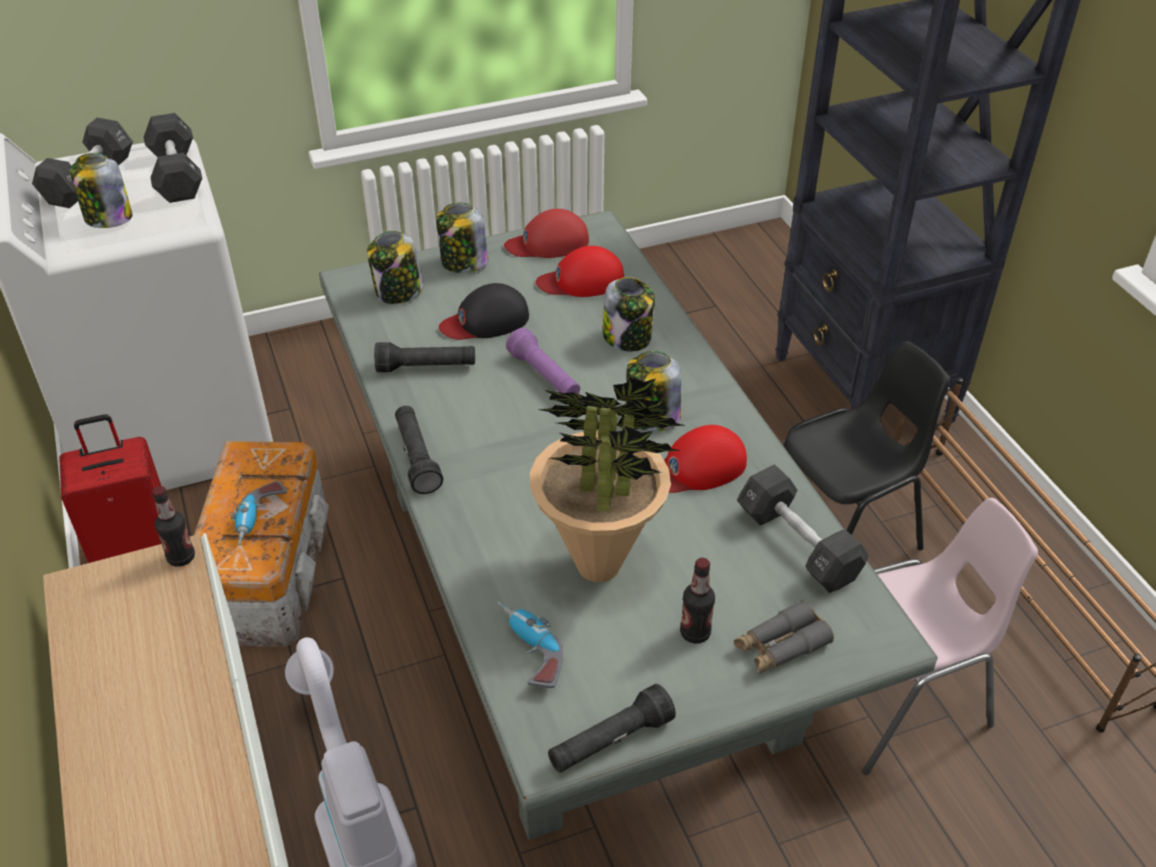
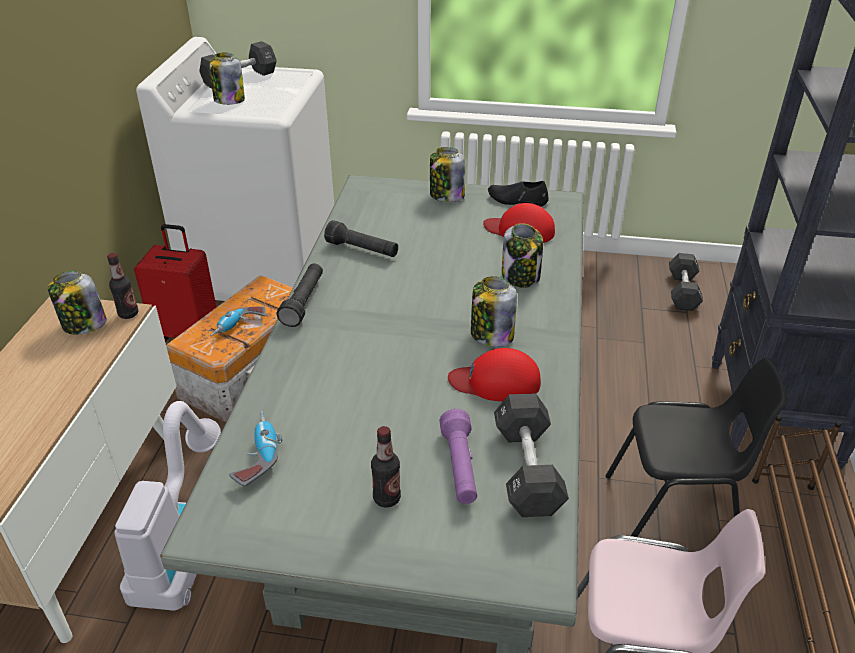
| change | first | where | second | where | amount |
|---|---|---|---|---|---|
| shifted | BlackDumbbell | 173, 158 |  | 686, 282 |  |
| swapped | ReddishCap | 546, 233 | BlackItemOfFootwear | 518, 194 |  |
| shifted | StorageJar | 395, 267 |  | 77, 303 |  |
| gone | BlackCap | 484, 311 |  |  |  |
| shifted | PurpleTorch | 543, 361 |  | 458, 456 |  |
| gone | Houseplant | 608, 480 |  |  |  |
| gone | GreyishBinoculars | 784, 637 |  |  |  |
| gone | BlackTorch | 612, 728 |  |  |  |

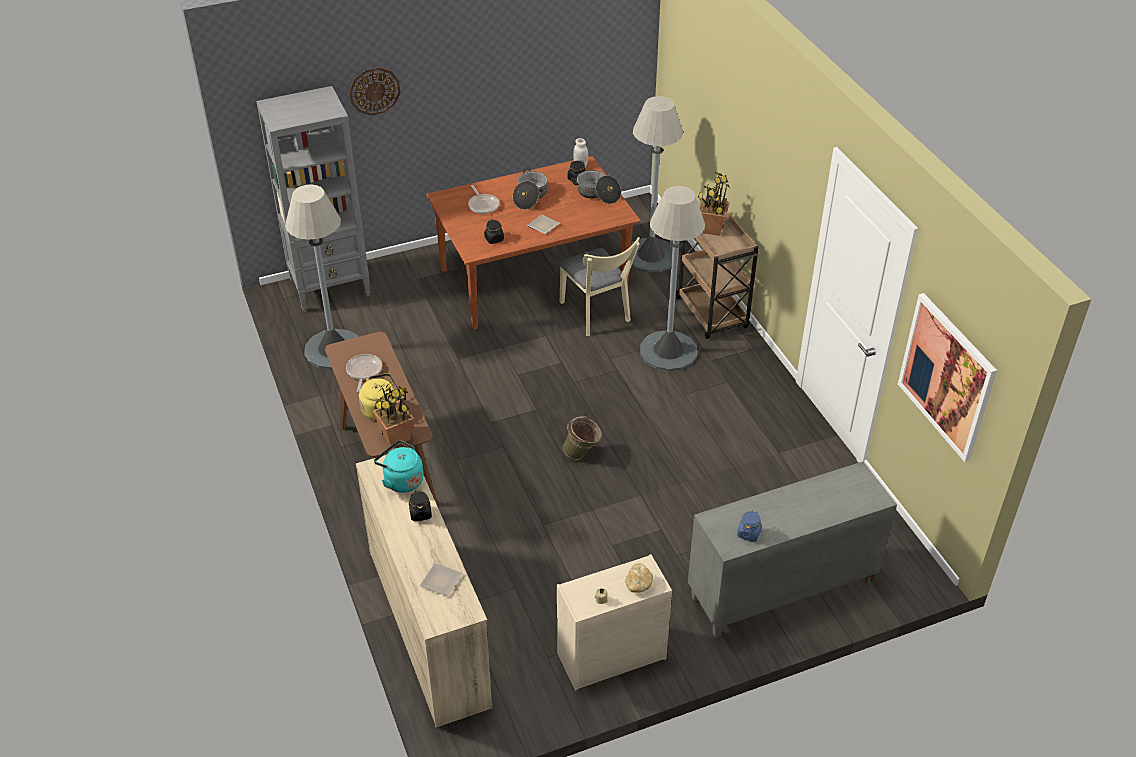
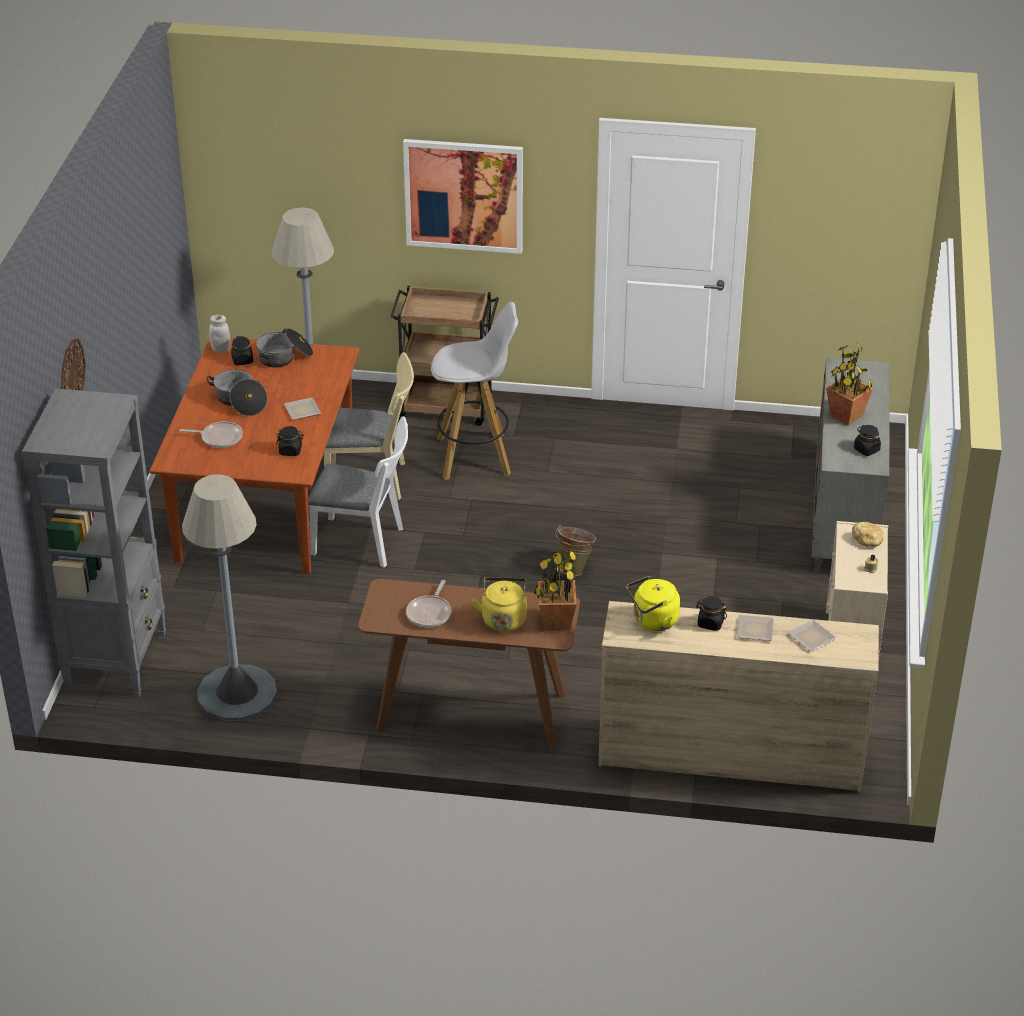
| change | first | where | second | where | amount |
|---|---|---|---|---|---|
| shifted | Houseplant | 714, 204 |  | 849, 384 |  |
| swapped | GreyishStandingLamp | 672, 278 | WhiteSittingStool | 474, 391 |  |
| shifted | Picture | 947, 377 |  | 463, 196 |  |
| rotated | Pan | 364, 373 |  | 429, 604 | 105 degrees counterclockwise |
| repainted | TurquoiseColouredTeaKettle | 399, 466 | YellowColouredTeaKettle | 653, 603 |  |
| repainted | BluishStorageJar | 749, 526 | BlackStorageJar | 867, 440 |  |
| new |  |  | WhitePlainChair | 358, 491 |  |
| new |  |  | Plate | 755, 628 |  |

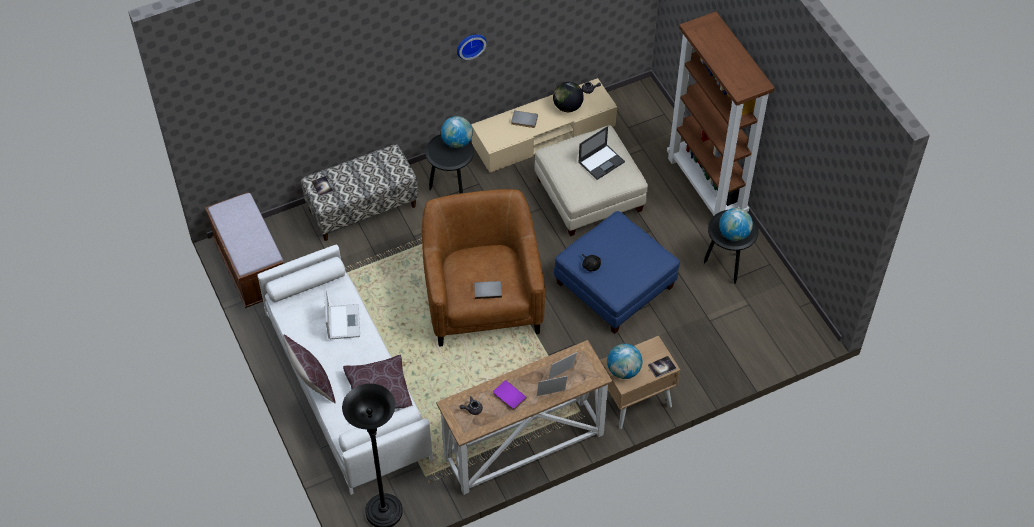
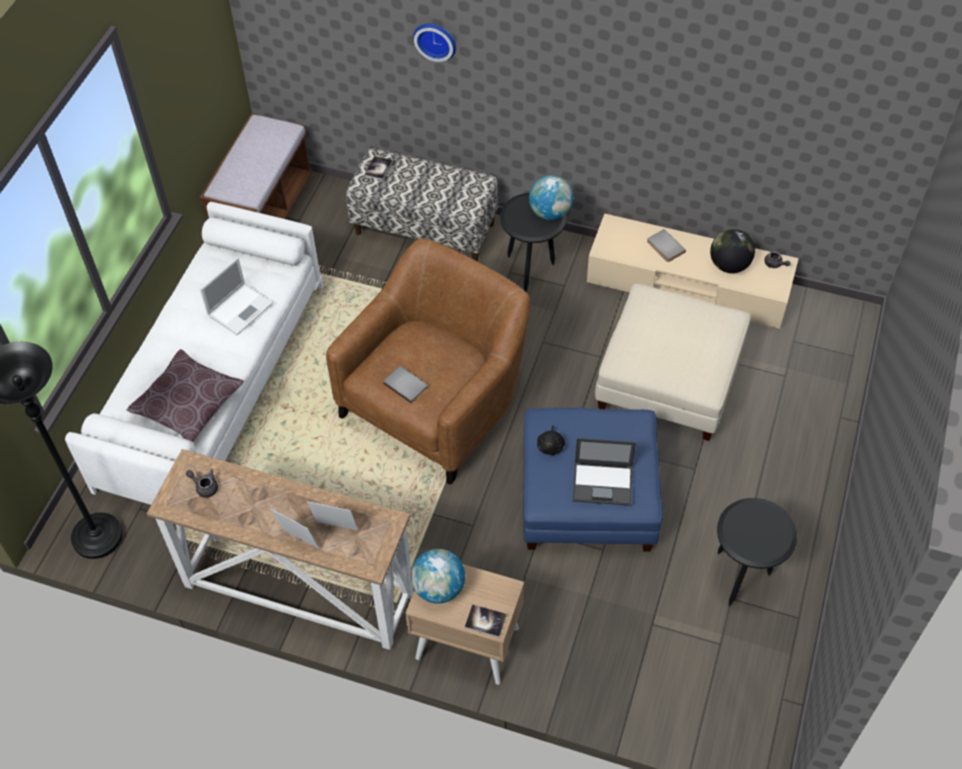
| change | first | where | second | where | amount |
|---|---|---|---|---|---|
| gone | BrownColouredBookcase | 721, 114 |  |  |  |
| shifted | ClockOnTheWall | 471, 47 |  | 434, 43 |  |
| shifted | PortableComputer | 602, 153 |  | 604, 472 |  |
| gone | Globe | 736, 224 |  |  |  |
| gone | BrownColouredPillow | 309, 368 |  |  |  |
| gone | PurpleVolume | 510, 395 |  |  |  |

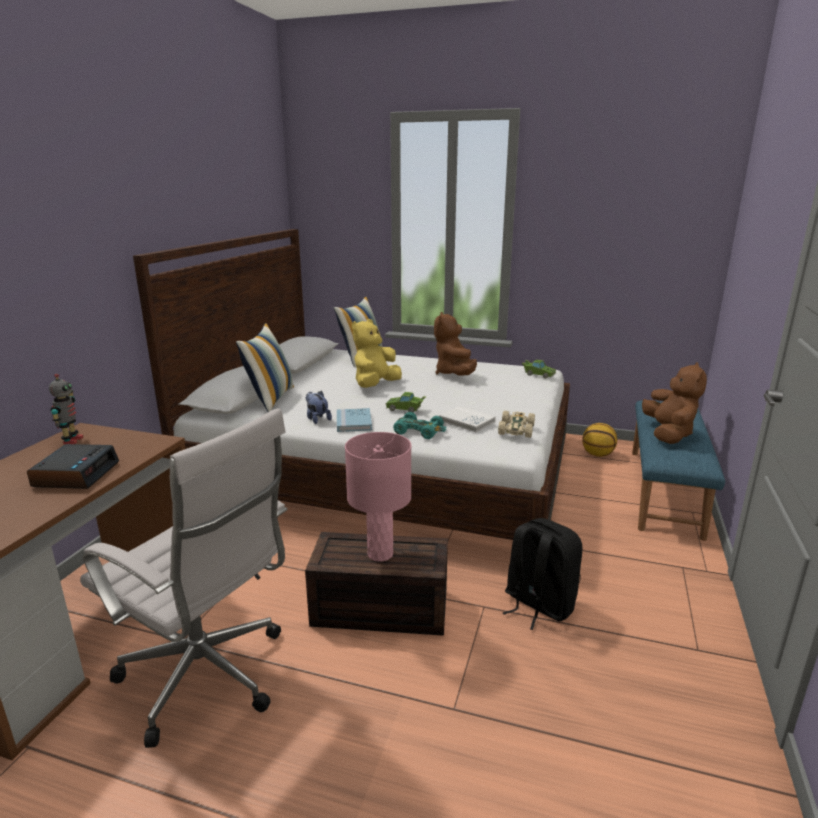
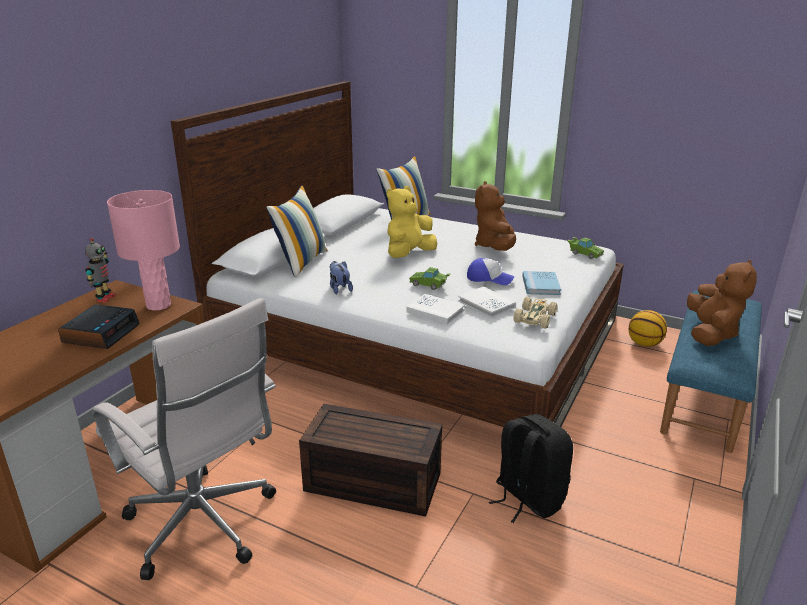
| change | first | where | second | where | amount |
|---|---|---|---|---|---|
| shifted | BluishVolume | 354, 420 |  | 542, 283 |  |
| swapped | TurquoiseColouredToyCar | 420, 425 | WhiteVolume | 435, 309 |  |
| shifted | PinkLampForATable | 378, 497 |  | 143, 250 |  |
| new |  |  | Cap | 490, 271 |  |

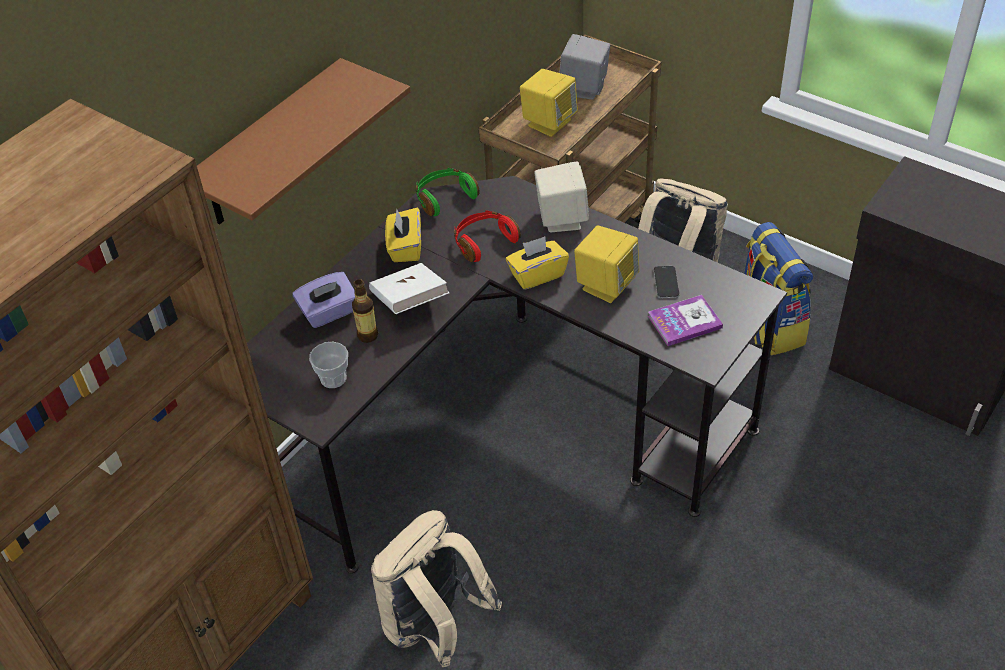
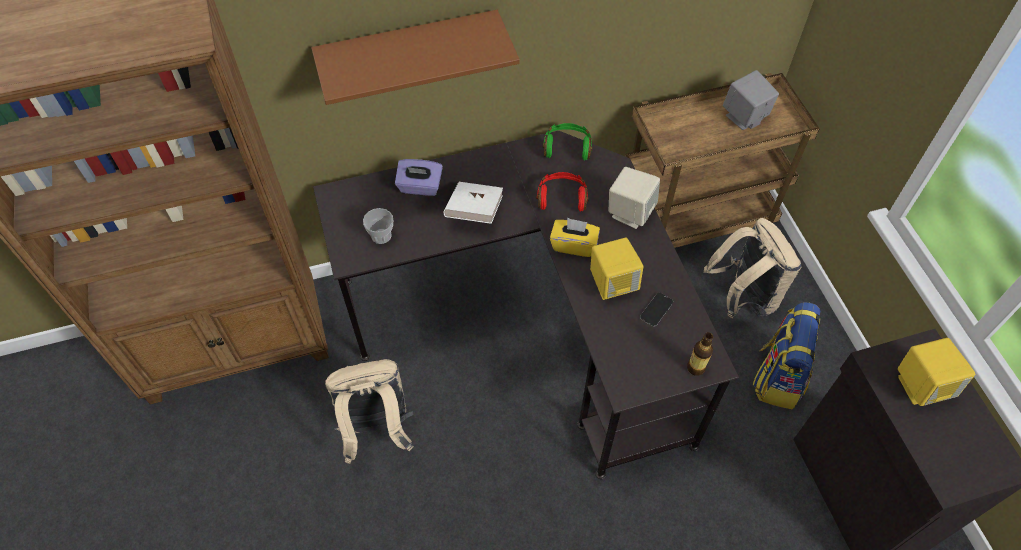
| change | first | where | second | where | amount |
|---|---|---|---|---|---|
| shifted | YellowColouredSpeaker | 549, 103 |  | 937, 372 |  |
| gone | YellowColouredTissueHolder | 403, 235 |  |  |  |
| shifted | BeverageBottle | 365, 311 |  | 700, 354 |  |
| gone | Volume | 685, 320 |  |  |  |

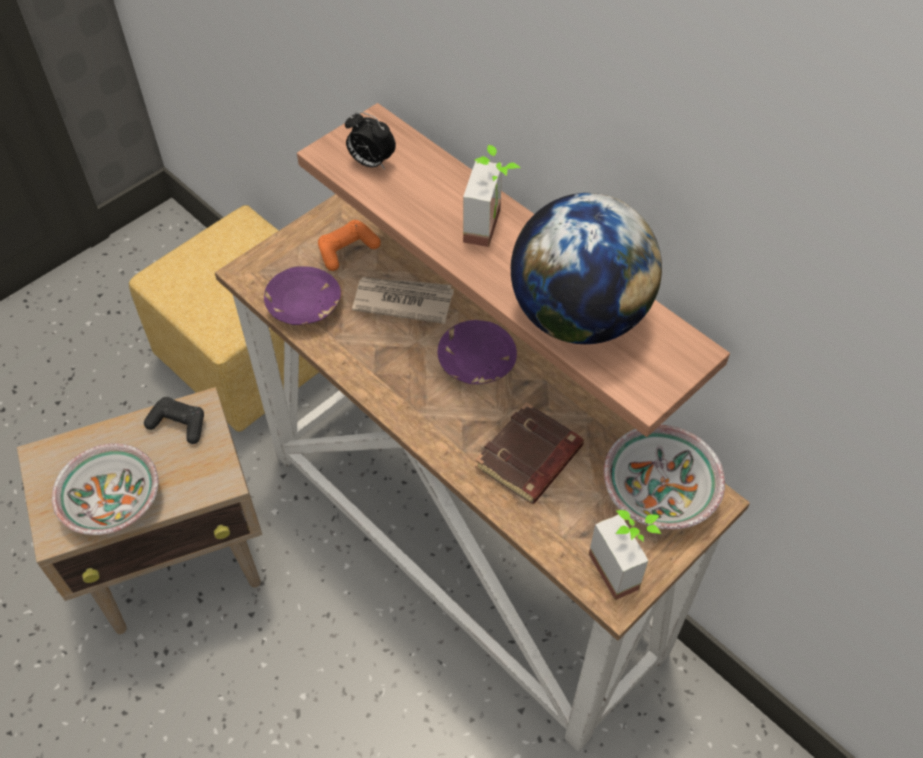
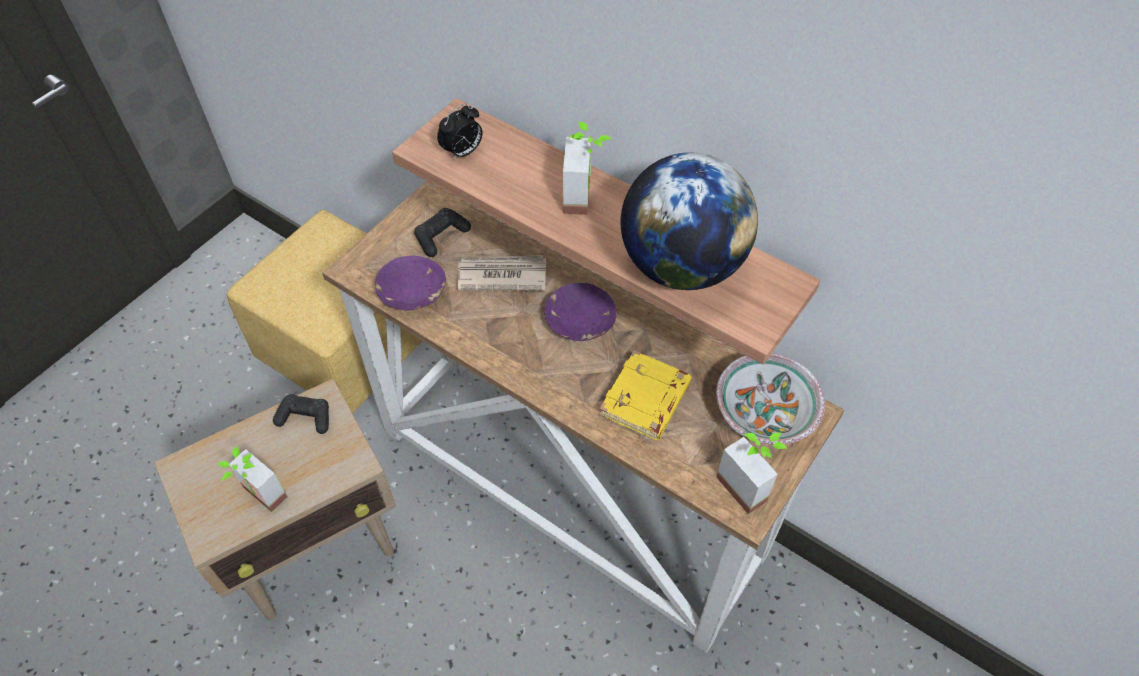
| change | first | where | second | where | amount |
|---|---|---|---|---|---|
| rotated | TableClock | 370, 140 |  | 460, 131 | 60 degrees counterclockwise |
| repainted | OrangeGamepad | 349, 245 | BlackGamepad | 442, 232 |  |
| repainted | BrownColouredVolume | 529, 453 | YellowColouredVolume | 645, 395 |  |
| swapped | DeepDish | 105, 489 | Houseplant | 252, 479 |  |

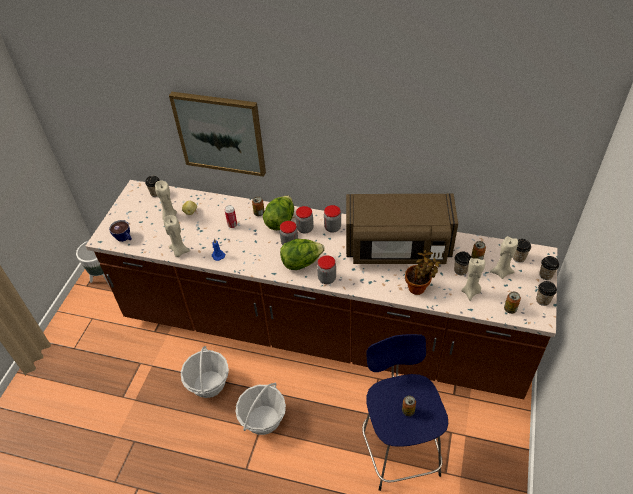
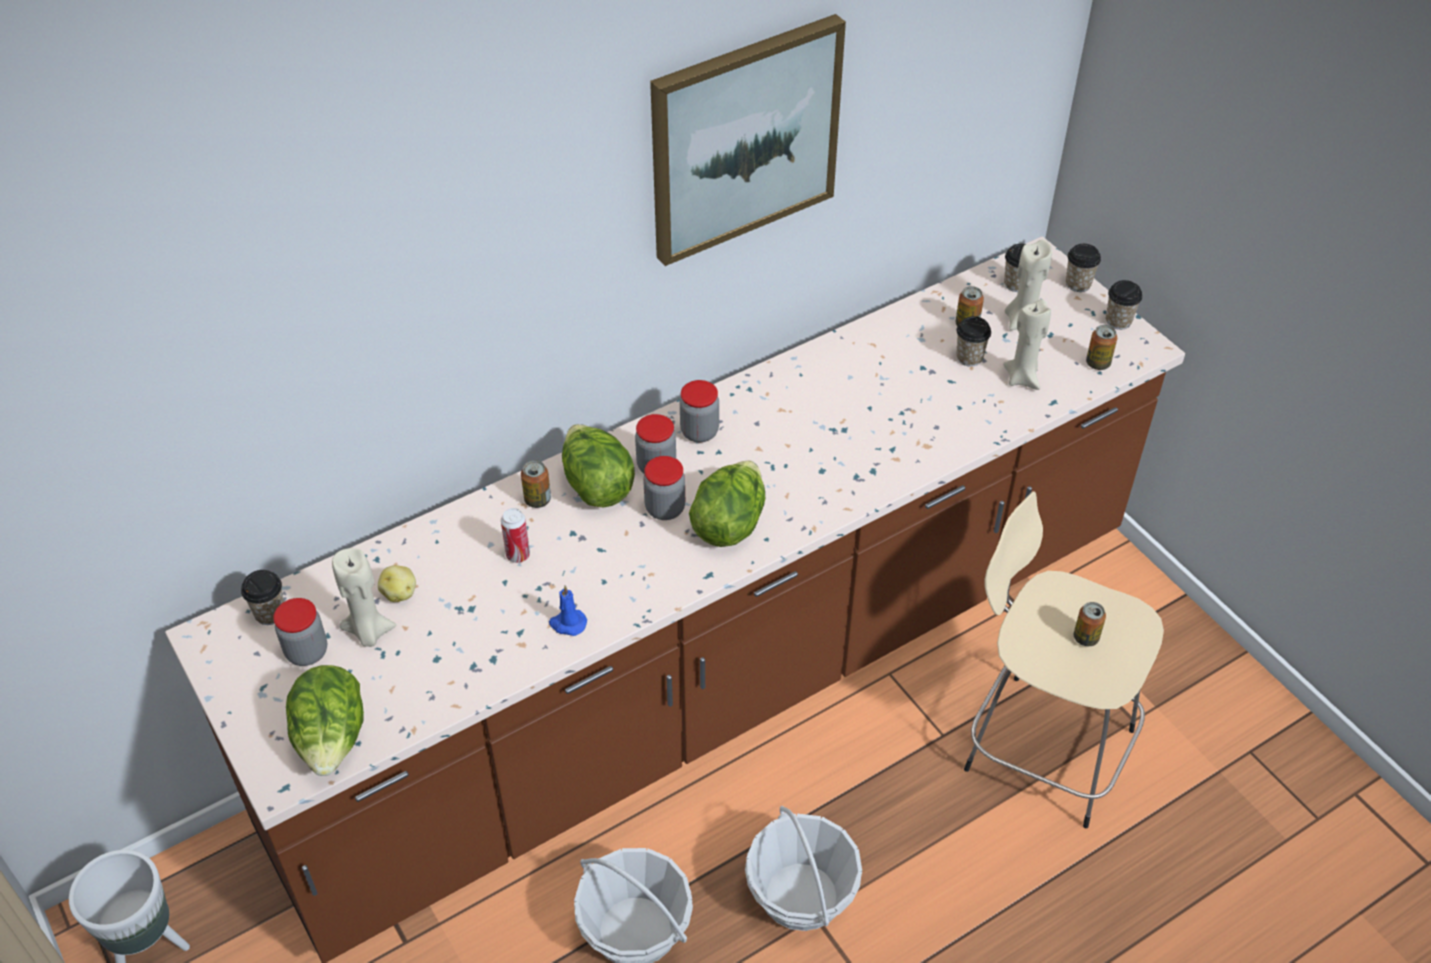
| change | first | where | second | where | amount |
|---|---|---|---|---|---|
| shifted | Picture | 217, 134 |  | 748, 140 |  |
| gone | BrownColouredKitchenMicrowave | 402, 229 |  |  |  |
| gone | BeigeColouredWaxLight | 176, 236 |  |  |  |
| swapped | Cup | 120, 231 | HeadOfLettuce | 325, 720 |  |
| gone | Houseplant | 423, 272 |  |  |  |
| shifted | StorageJar | 326, 269 |  | 300, 632 |  |
| repainted | BluishSittingStool | 405, 412 | BeigeColouredSittingStool | 1064, 659 |  |

